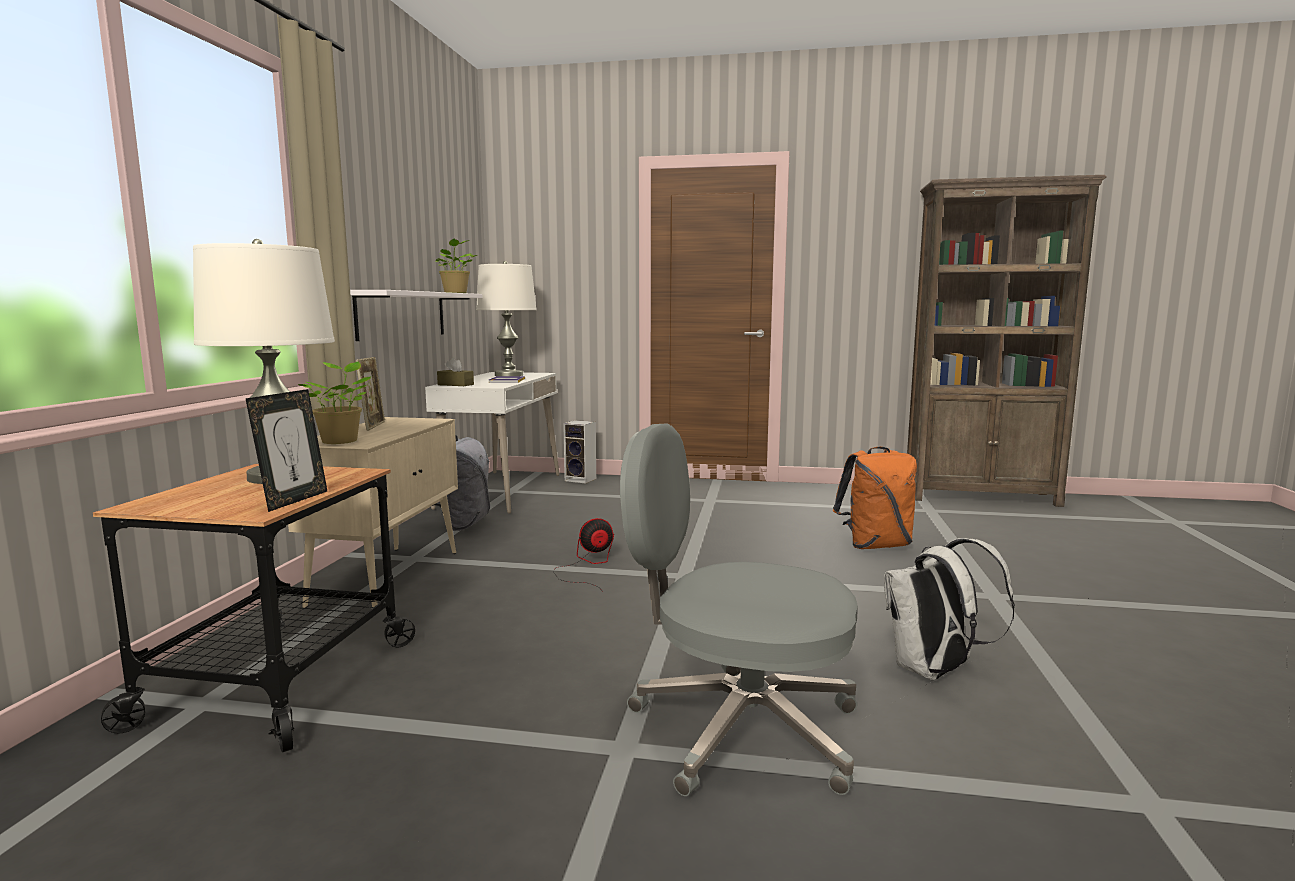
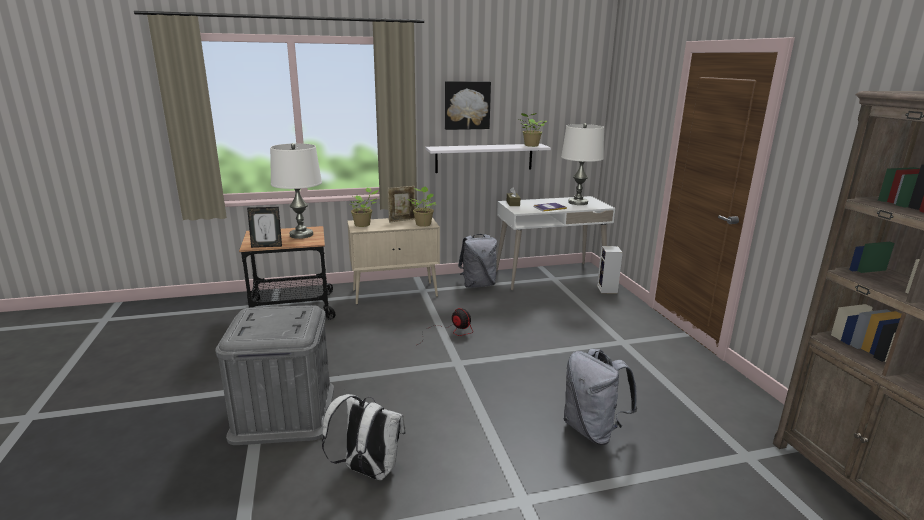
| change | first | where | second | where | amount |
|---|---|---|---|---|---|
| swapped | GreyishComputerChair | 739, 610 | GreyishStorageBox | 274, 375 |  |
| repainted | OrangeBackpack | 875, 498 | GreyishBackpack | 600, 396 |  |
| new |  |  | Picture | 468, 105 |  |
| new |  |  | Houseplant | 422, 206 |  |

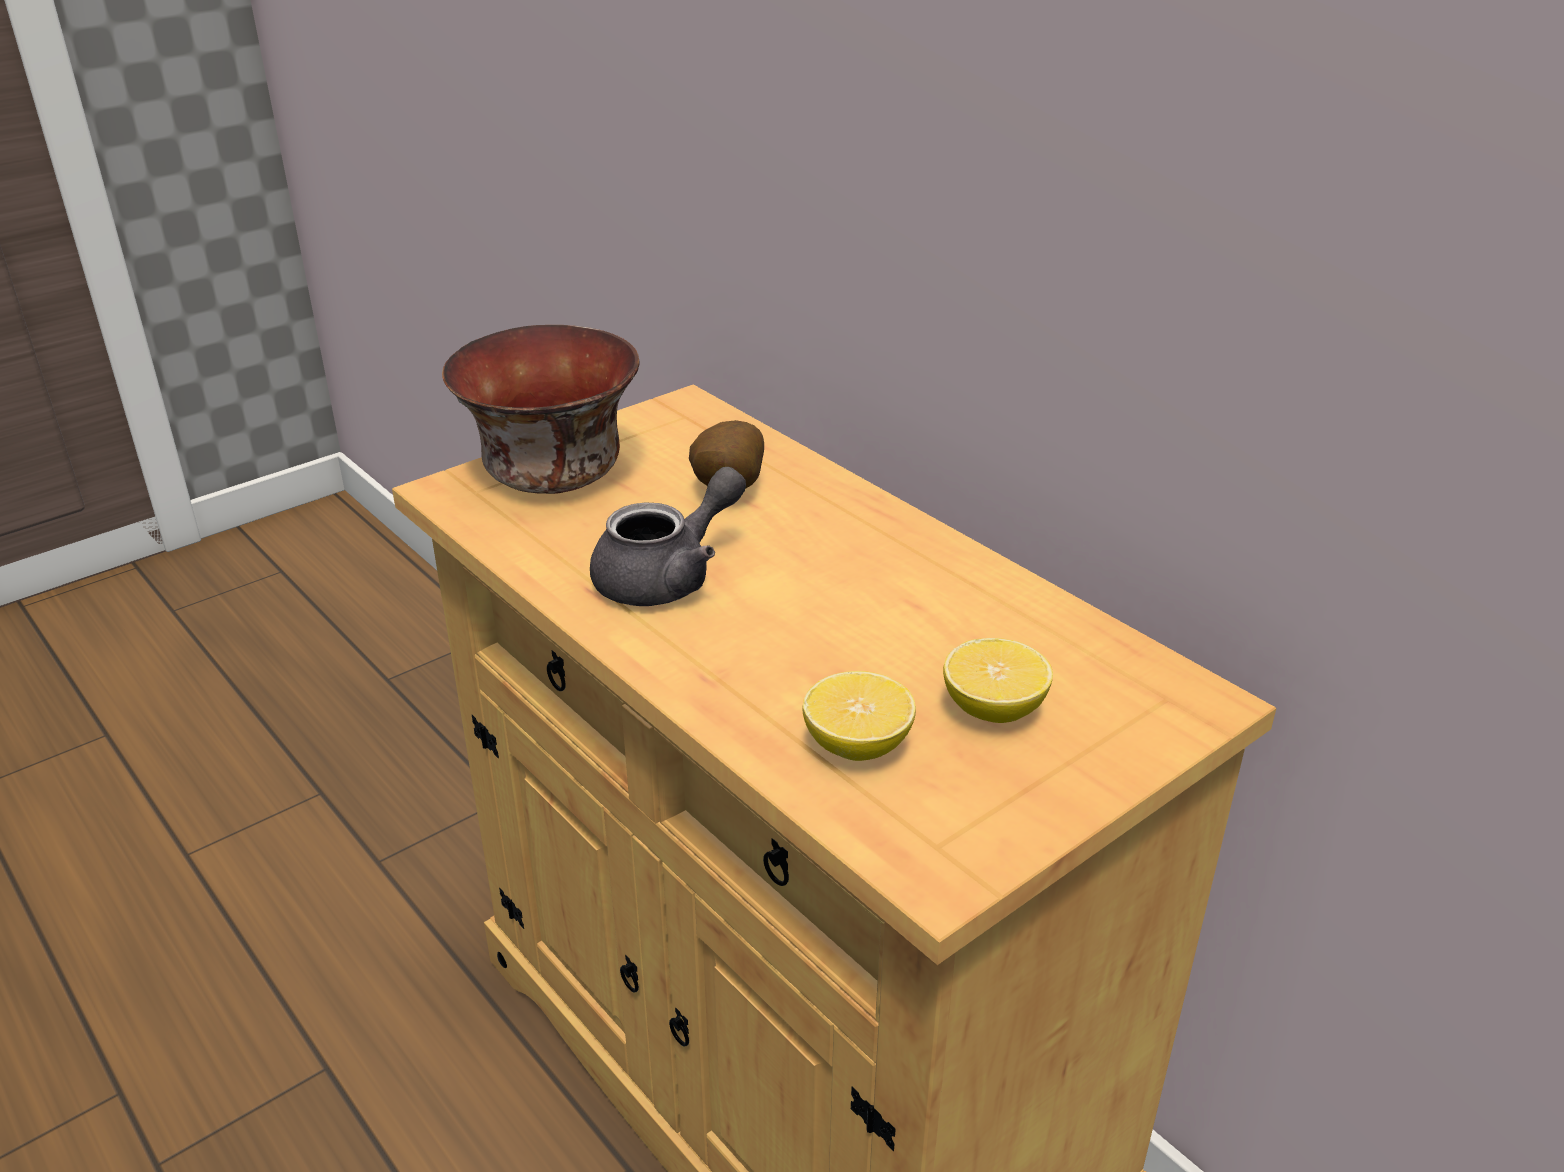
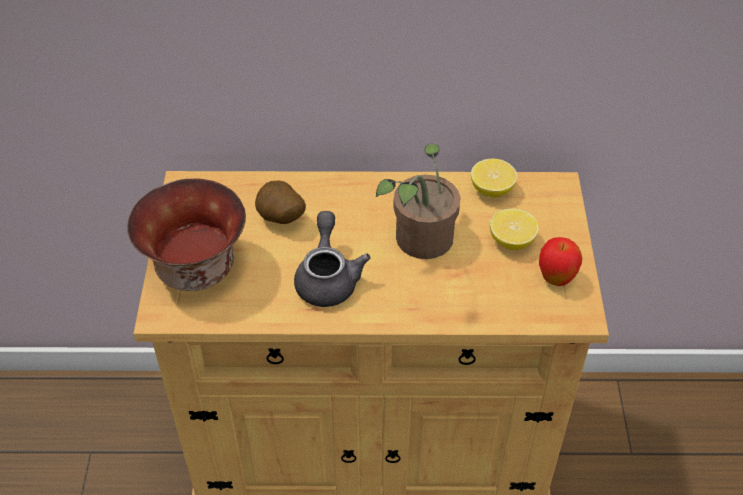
| change | first | where | second | where | amount |
|---|---|---|---|---|---|
| shifted | CitrusFruit | 859, 716 |  | 494, 178 |  |
| new |  |  | Houseplant | 418, 201 |  |
| new |  |  | WholeApple | 560, 261 |  |

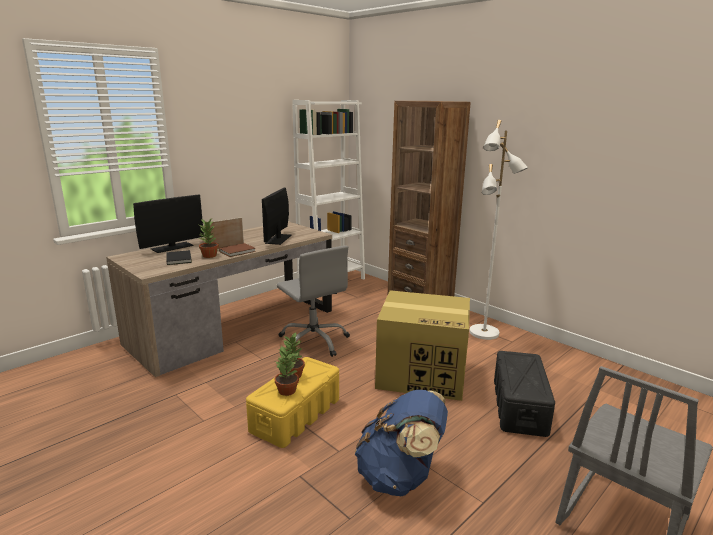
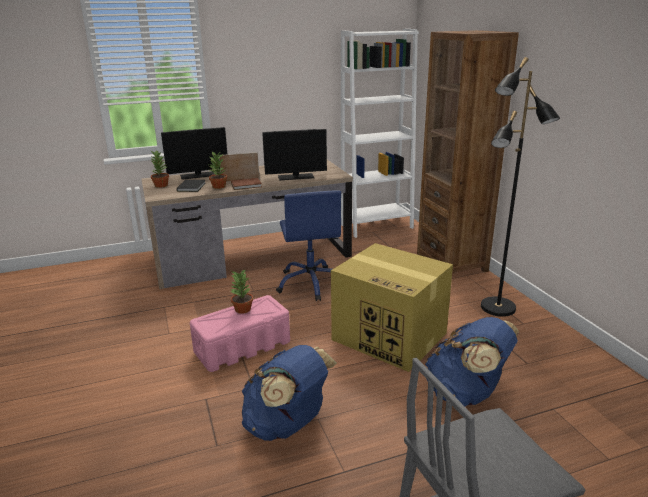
| change | first | where | second | where | amount |
|---|---|---|---|---|---|
| repainted | WhiteStandingLamp | 498, 230 | BlackStandingLamp | 520, 187 |  |
| rotated | Monitor | 276, 216 |  | 294, 154 | 135 degrees counterclockwise |
| repainted | GreyishComputerChair | 313, 301 | BluishComputerChair | 308, 245 |  |
| shifted | Houseplant | 287, 371 |  | 159, 169 |  |
| swapped | BlackStorageBox | 524, 394 | BluishBackpack | 472, 362 |  |
| repainted | YellowColouredStorageBox | 292, 402 | PinkStorageBox | 240, 333 |  |

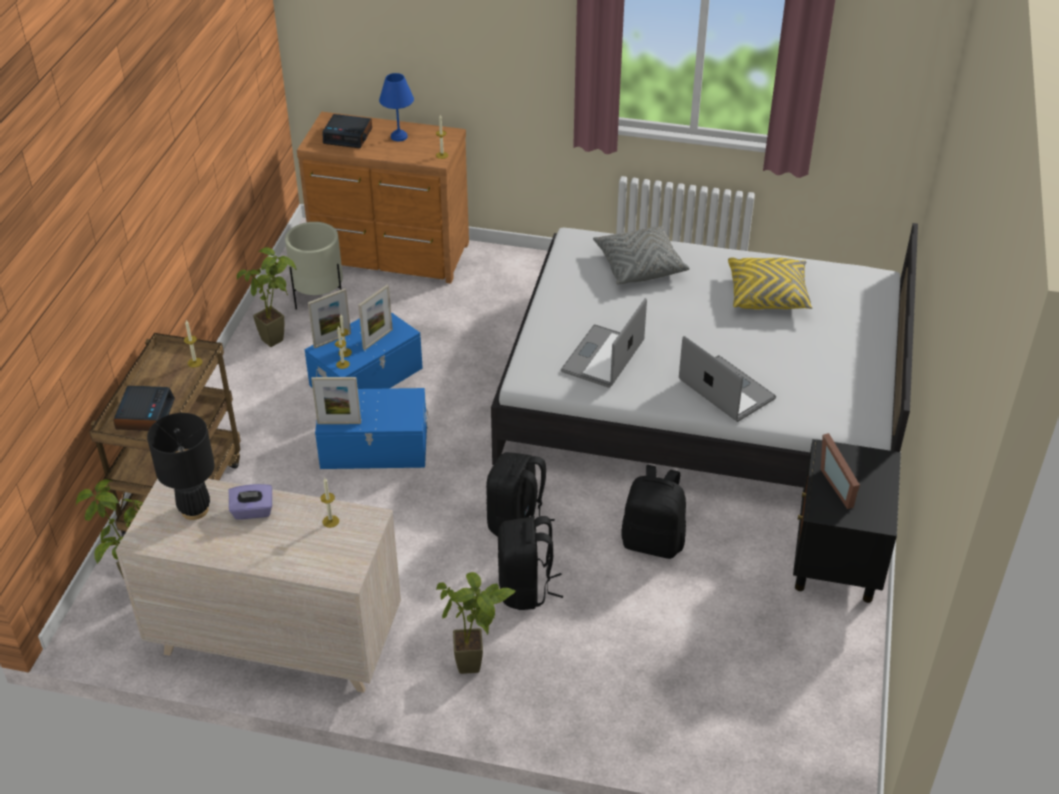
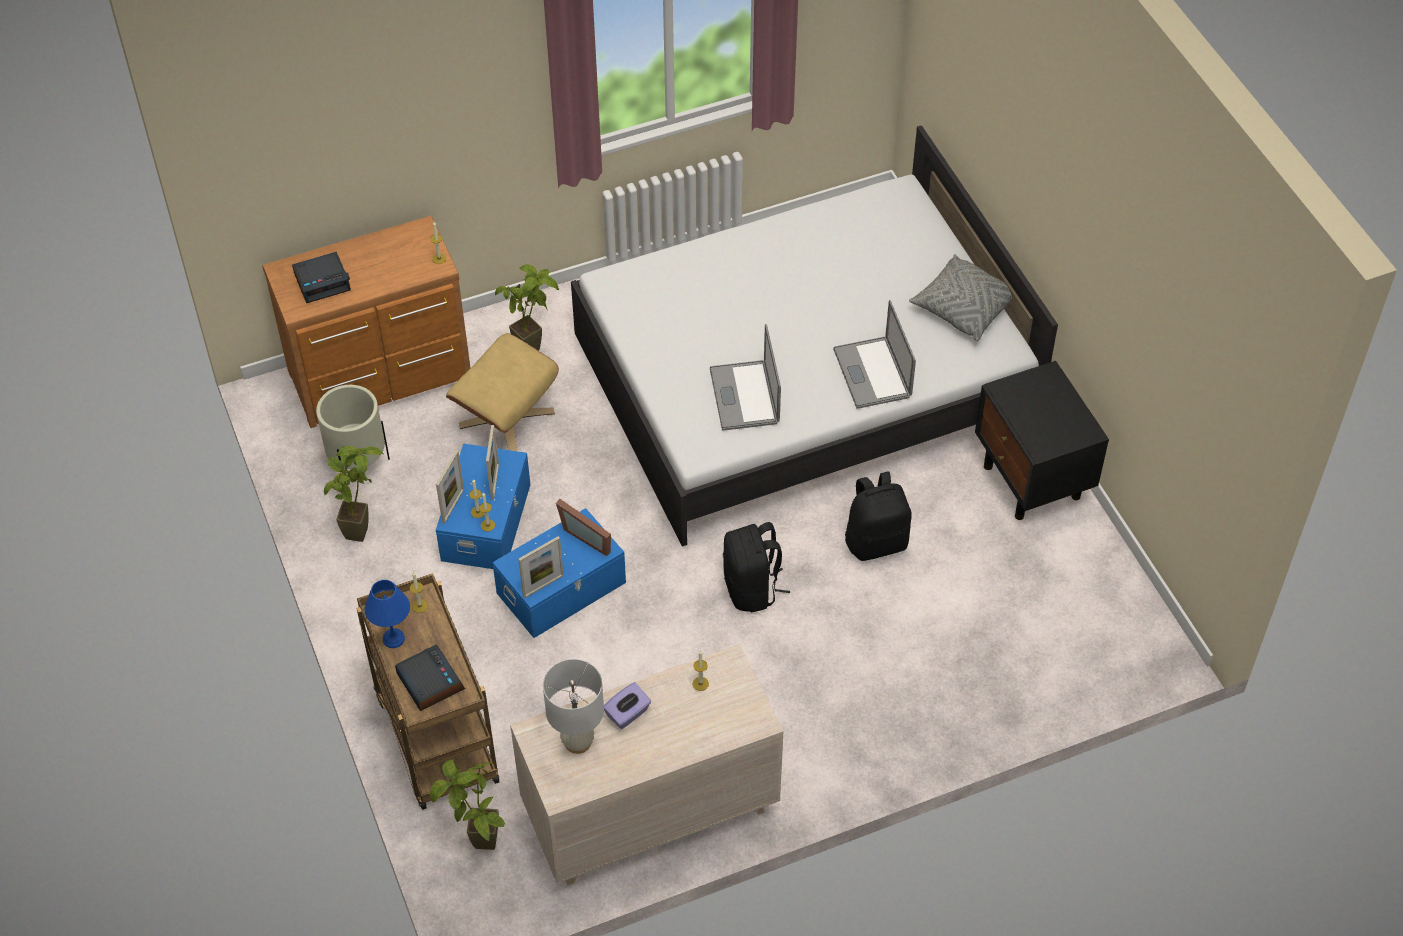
| change | first | where | second | where | amount |
|---|---|---|---|---|---|
| shifted | BluishLampForATable | 396, 107 |  | 387, 614 |  |
| shifted | GreyishPillow | 641, 255 |  | 960, 297 |  |
| gone | YellowColouredPillow | 770, 284 |  |  |  |
| rotated | PortableComputer | 727, 379 |  | 874, 354 | 120 degrees counterclockwise |
| repainted | BlackLampForATable | 181, 466 | WhiteLampForATable | 573, 706 |  |
| shifted | PhotoFrame | 840, 471 |  | 583, 527 |  |
| gone | BlackBackpack | 530, 563 |  |  |  |
| shifted | Houseplant | 476, 623 |  | 527, 307 |  |
| new |  |  | BeigeColouredOttoman | 502, 392 |  |

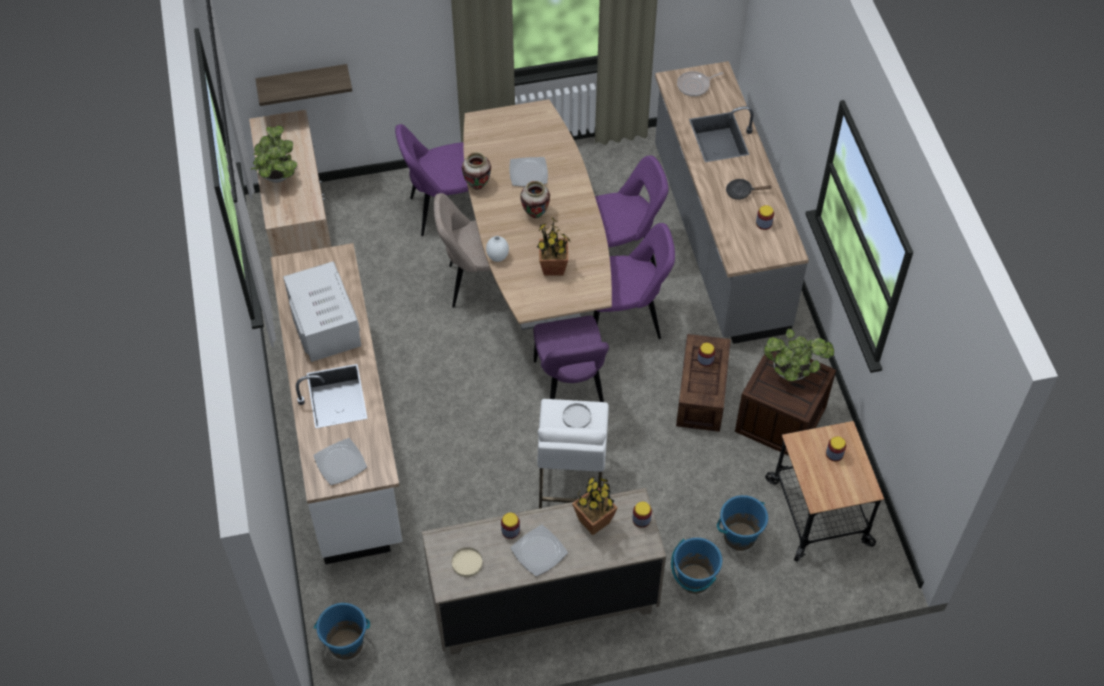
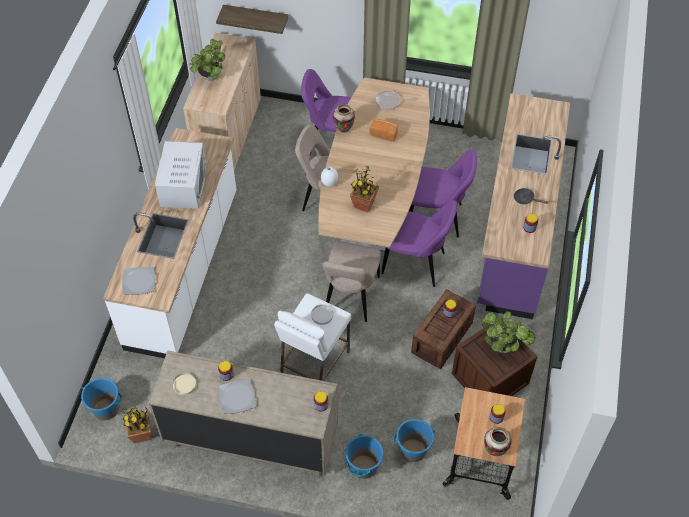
| change | first | where | second | where | amount |
|---|---|---|---|---|---|
| repainted | GreyishCounter | 732, 202 | PurpleCounter | 523, 206 |  |
| shifted | Pan | 700, 83 |  | 394, 100 |  |
| swapped | Plate | 528, 172 | BakedBread | 383, 130 |  |
| shifted | FlowerVase | 535, 199 |  | 498, 441 |  |
| repainted | PurplePlainChair | 571, 359 | BeigeColouredPlainChair | 351, 281 |  |
| shifted | Houseplant | 595, 506 |  | 137, 423 |  |

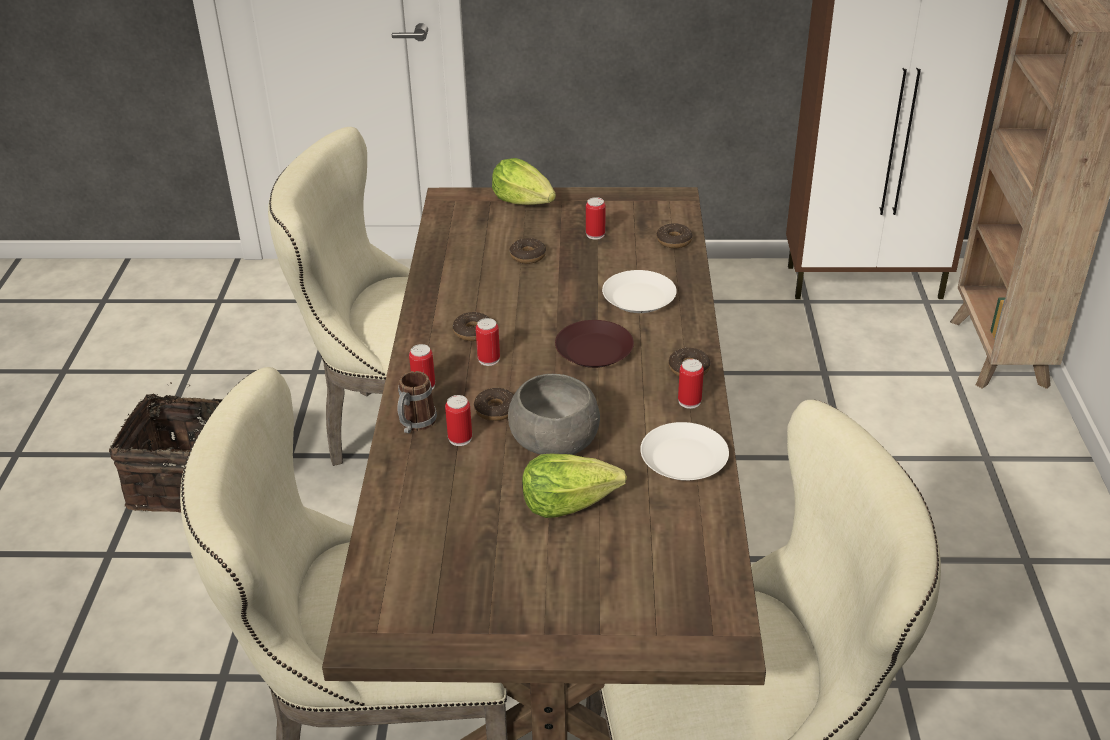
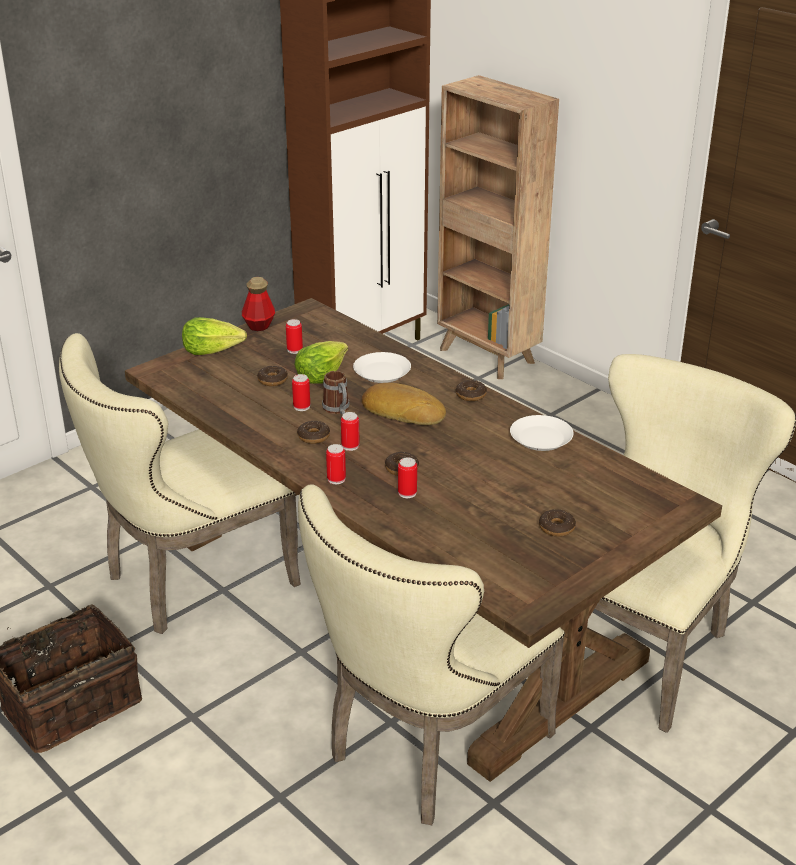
| change | first | where | second | where | amount |
|---|---|---|---|---|---|
| shifted | RingDoughnut | 675, 235 |  | 557, 523 |  |
| swapped | BrownColouredPlate | 594, 344 | BakedBread | 404, 404 |  |
| shifted | Can | 691, 384 |  | 301, 392 |  |
| shifted | CoffeeMug | 417, 402 |  | 336, 393 |  |
| gone | GreyishDeepDish | 554, 414 |  |  |  |
| shifted | HeadOfLettuce | 574, 486 |  | 321, 362 |  |
| new |  |  | BeverageBottle | 258, 304 |  |

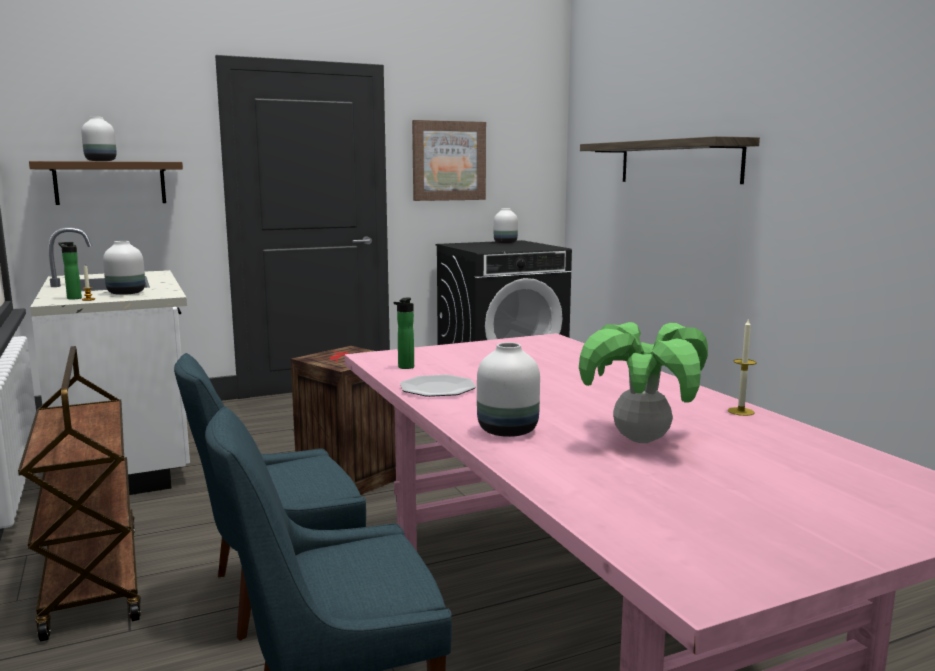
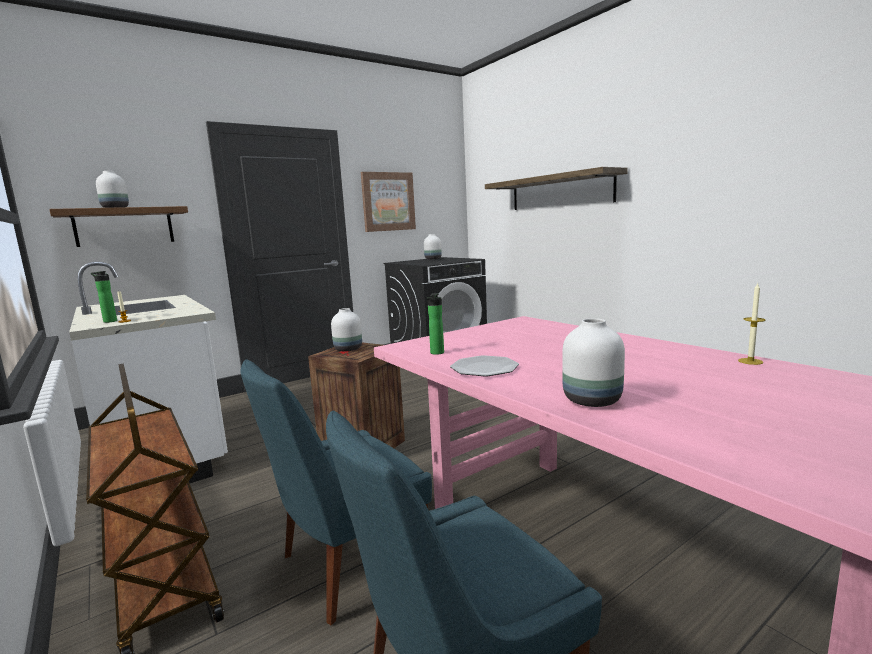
| change | first | where | second | where | amount |
|---|---|---|---|---|---|
| shifted | WhiteFlowerVase | 124, 268 |  | 346, 329 |  |
| gone | Houseplant | 643, 382 |  |  |  |

